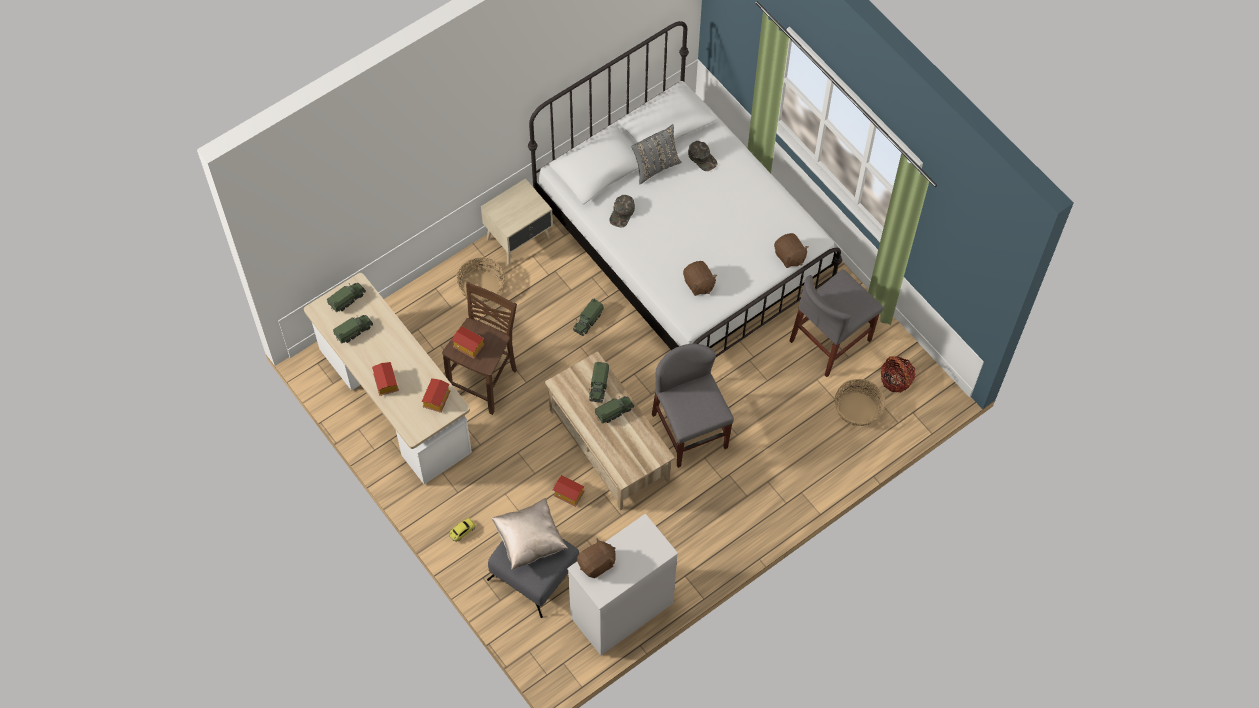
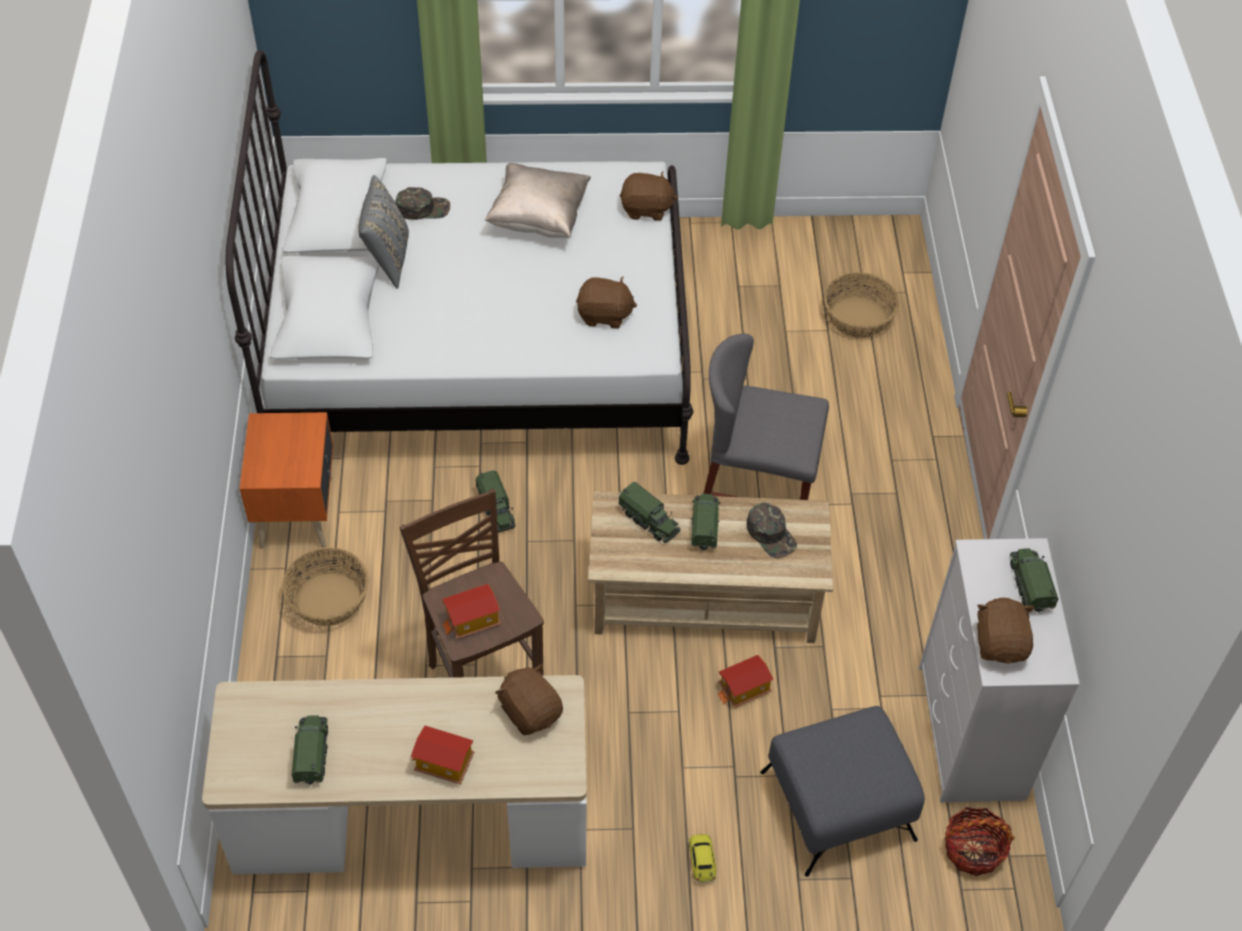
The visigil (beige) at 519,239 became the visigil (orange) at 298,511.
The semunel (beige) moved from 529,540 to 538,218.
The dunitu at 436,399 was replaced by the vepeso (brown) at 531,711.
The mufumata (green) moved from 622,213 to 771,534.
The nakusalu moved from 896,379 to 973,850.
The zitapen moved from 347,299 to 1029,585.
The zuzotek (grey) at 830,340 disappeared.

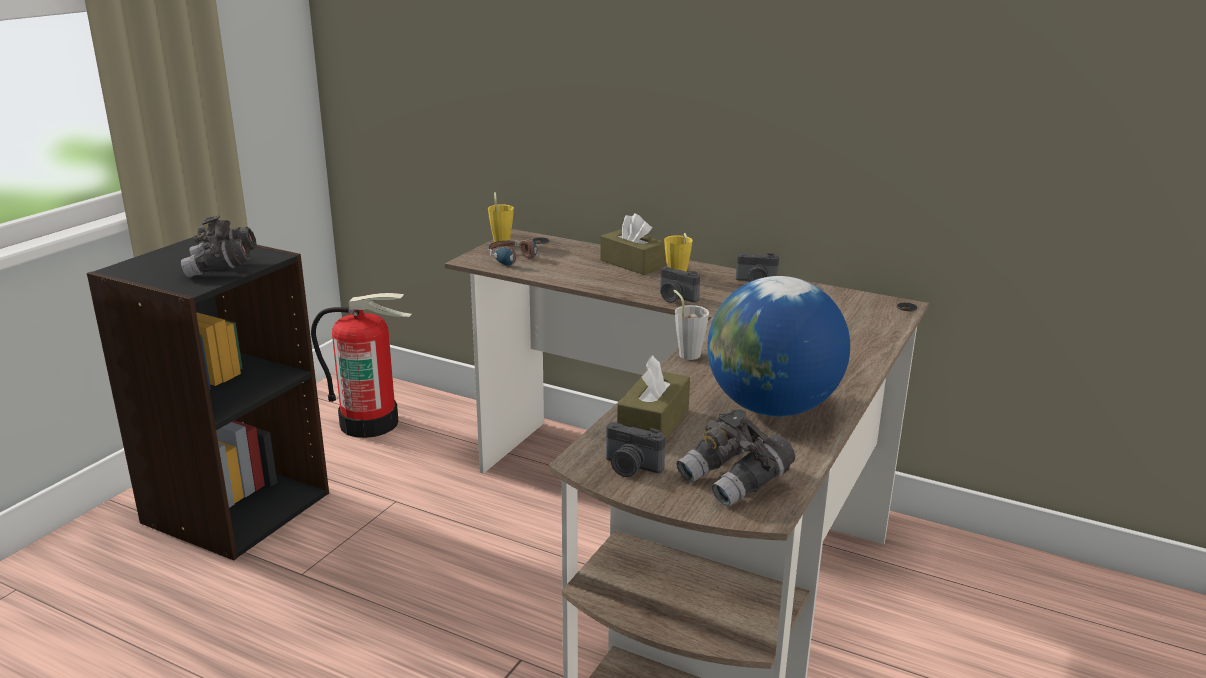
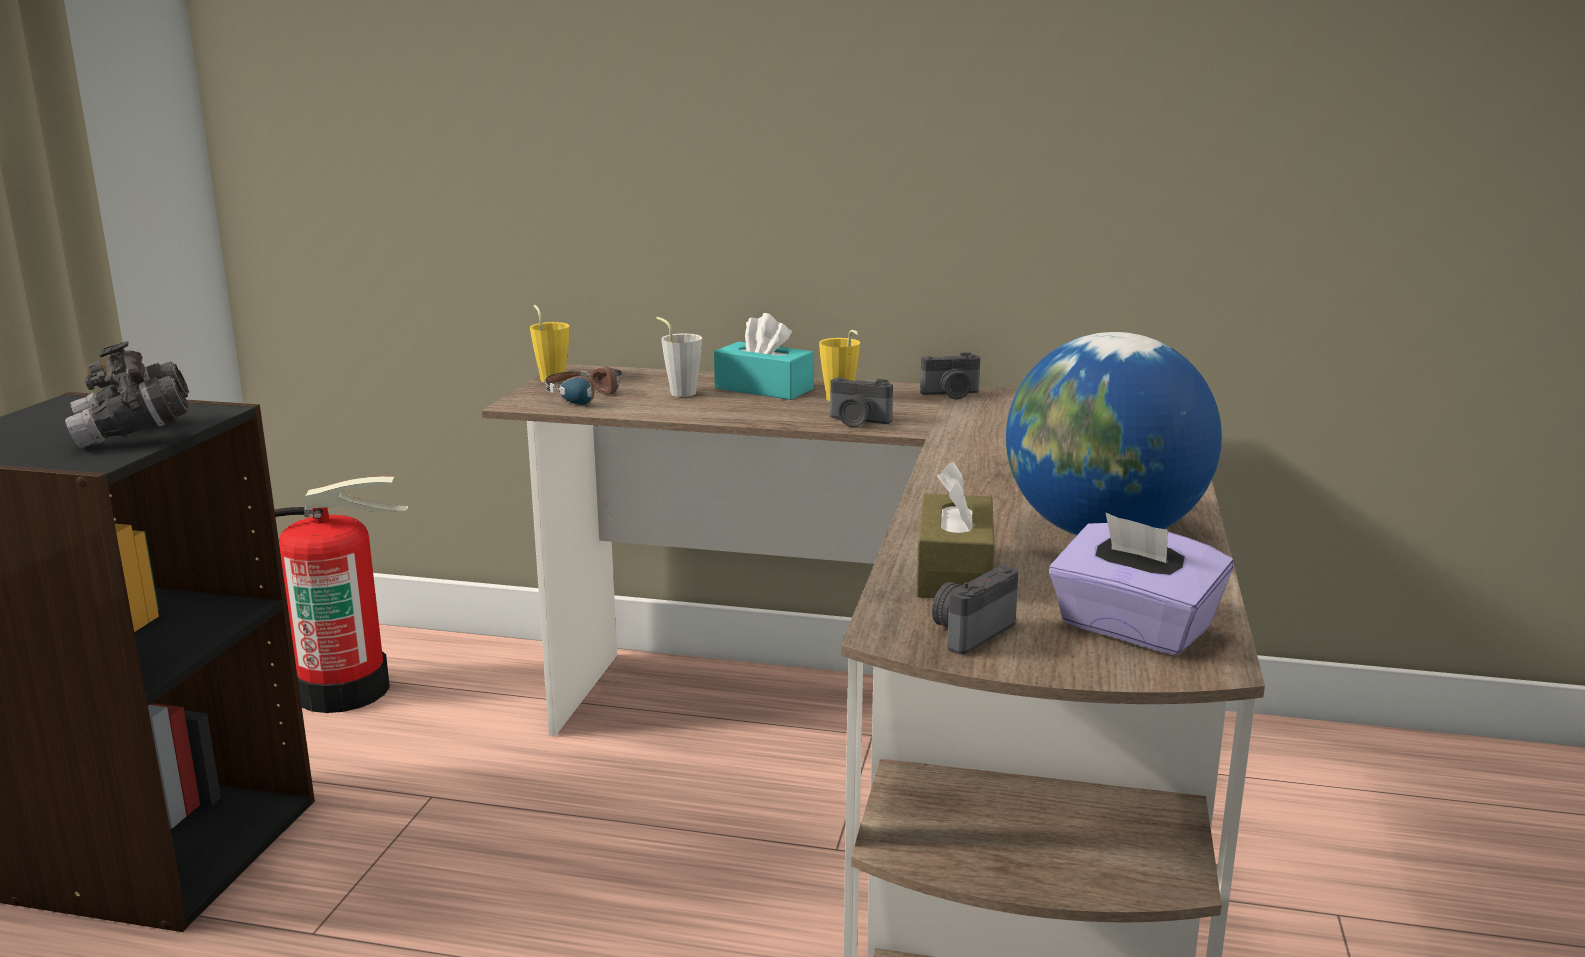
The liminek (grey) moved from 687,353 to 680,392.
The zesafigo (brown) at 632,264 became the zesafigo (turquoise) at 764,388.
The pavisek at 630,467 turned 120 degrees clockwise.
The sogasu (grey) at 734,481 was replaced by the zesafigo (purple) at 1133,629.

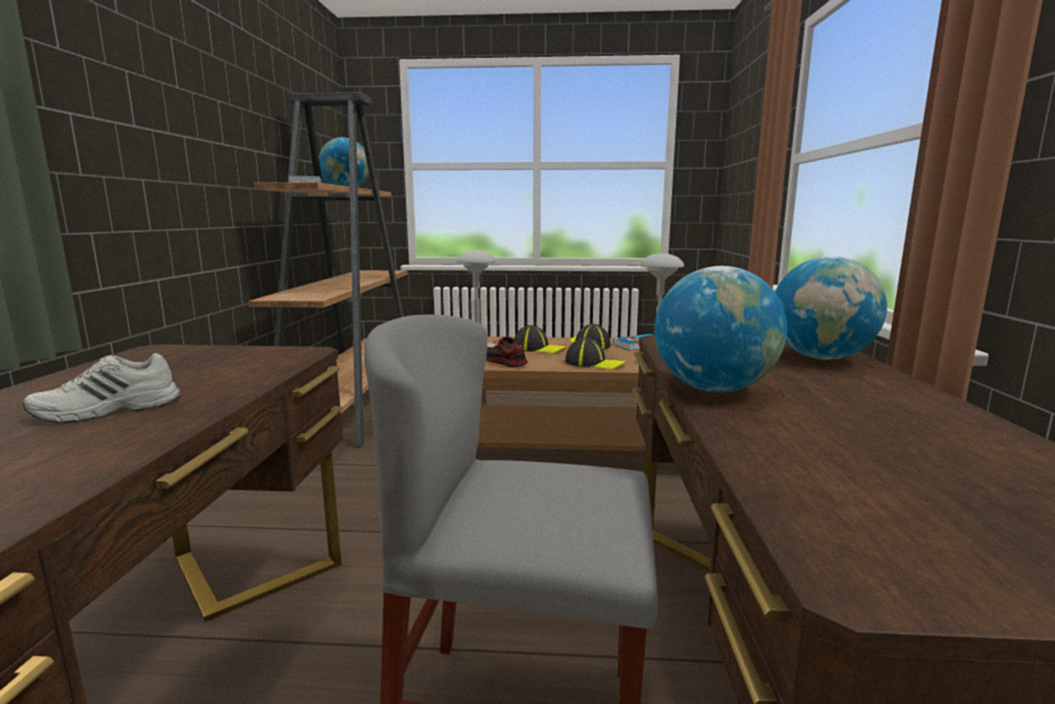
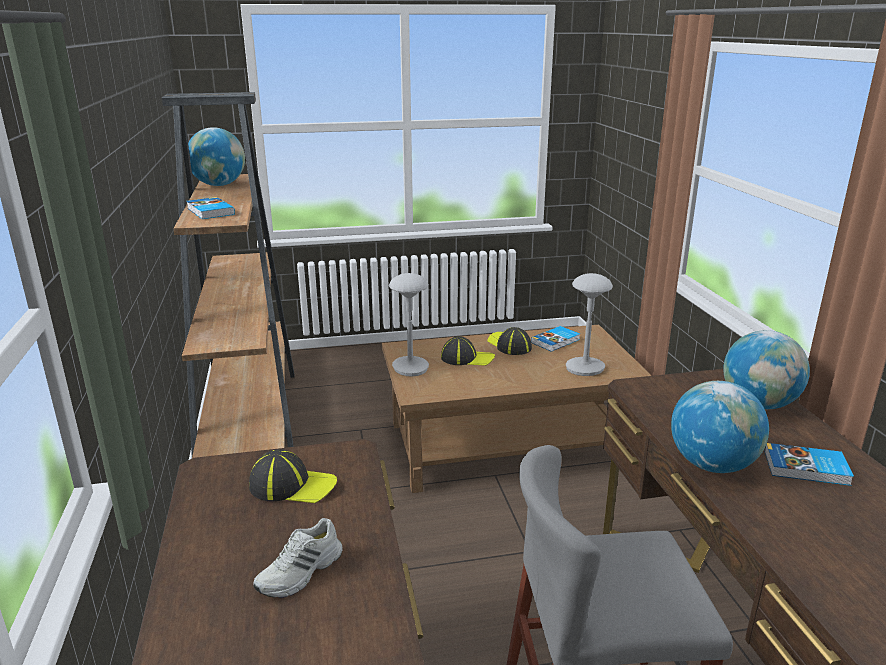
The mufumata moved from 594,363 to 292,485.
The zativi at 807,468 appeared.
The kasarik at 503,362 disappeared.

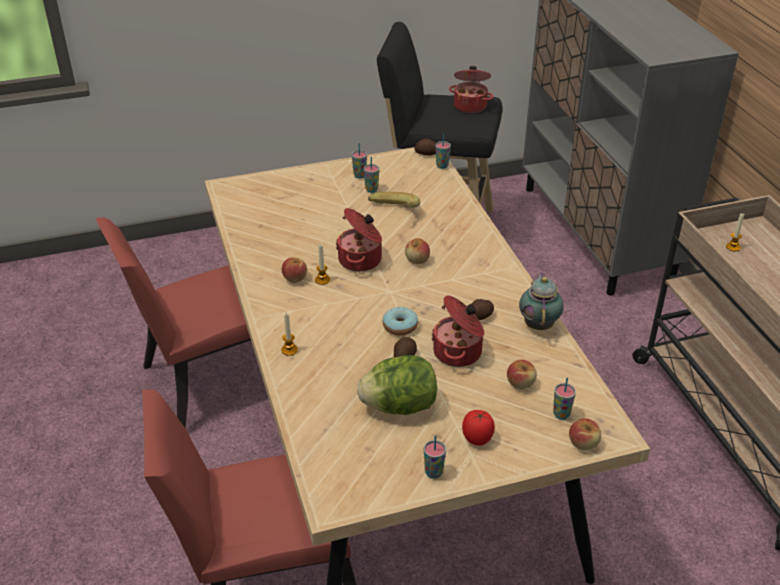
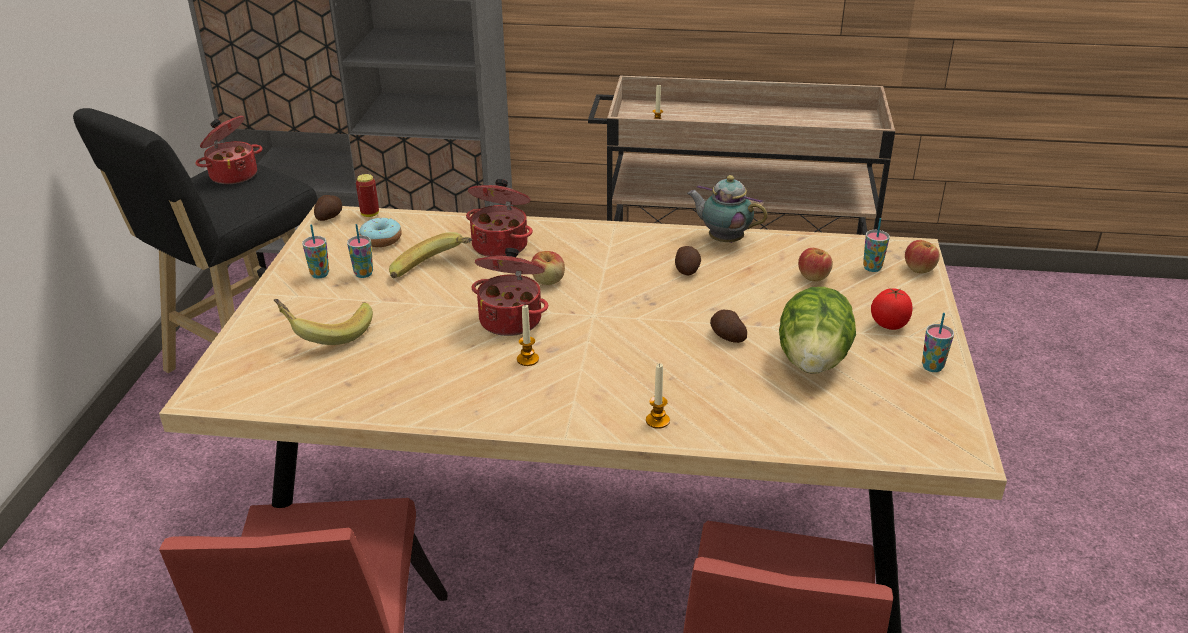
The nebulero at 327,332 appeared.
The liminek at 442,166 was replaced by the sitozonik at 370,214.
The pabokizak moved from 400,326 to 381,239.
The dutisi moved from 459,352 to 501,245.
The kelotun at 294,278 disappeared.

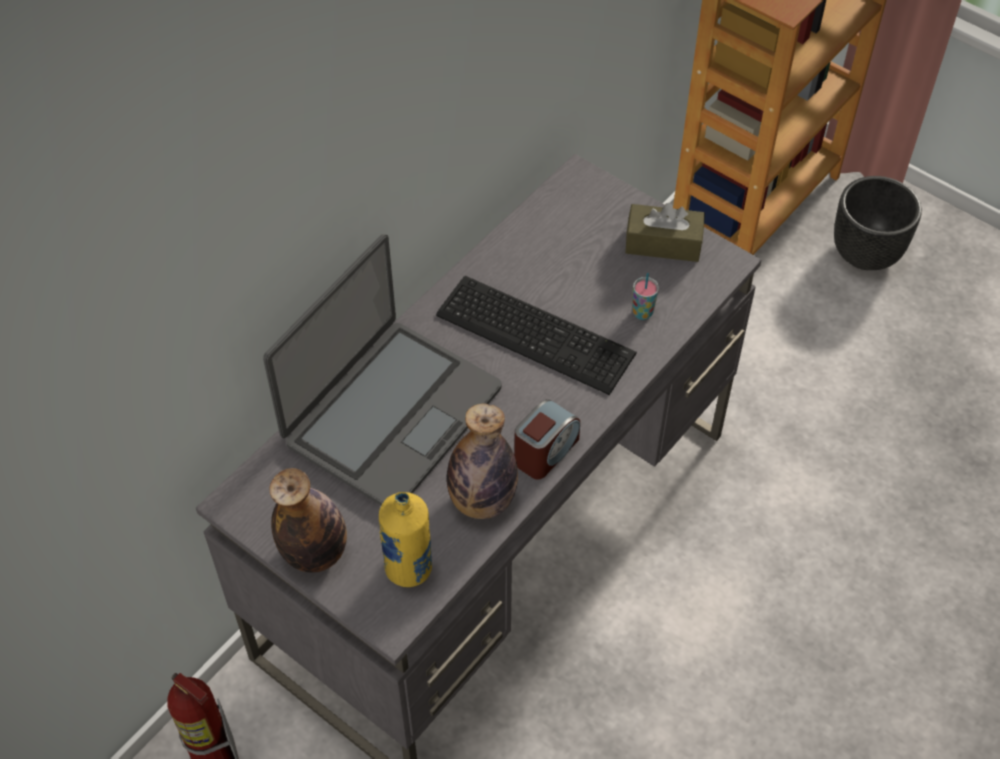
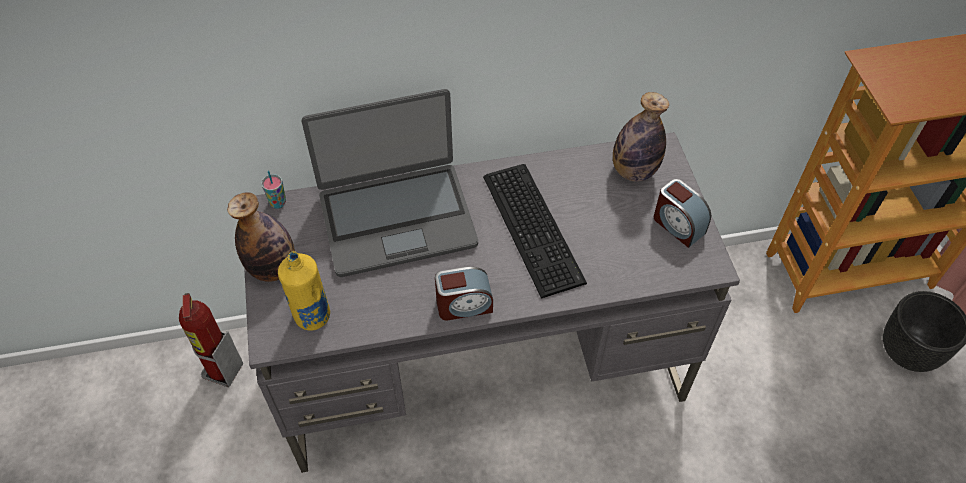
The liminek moved from 642,313 to 278,203.
The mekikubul moved from 482,501 to 633,171.
The zesafigo (brown) at 663,243 was replaced by the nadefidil at 678,225.

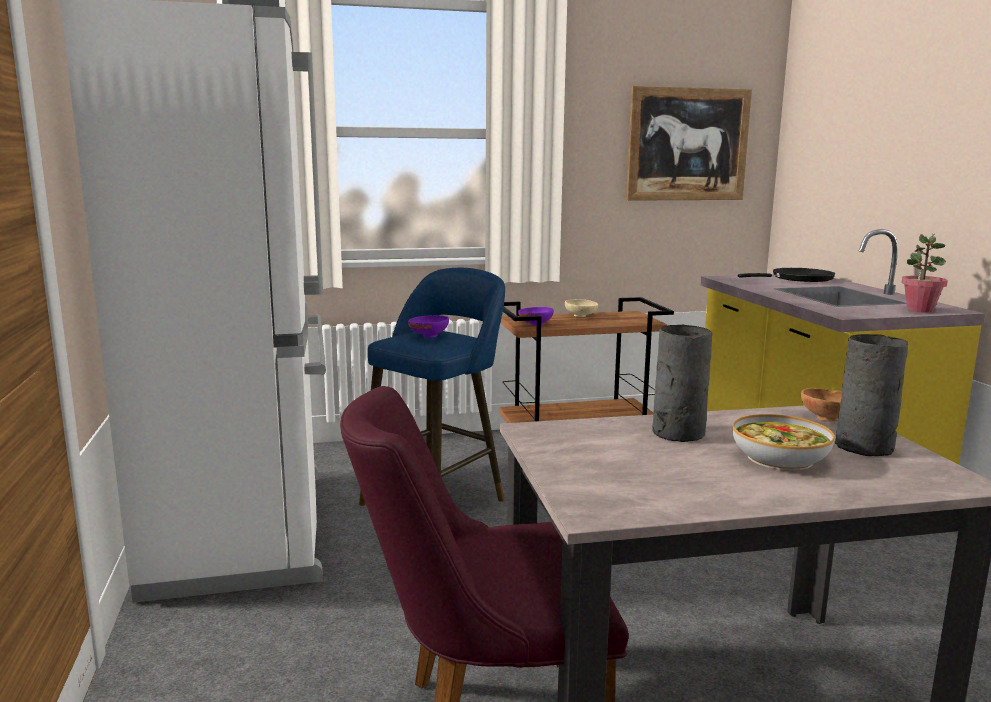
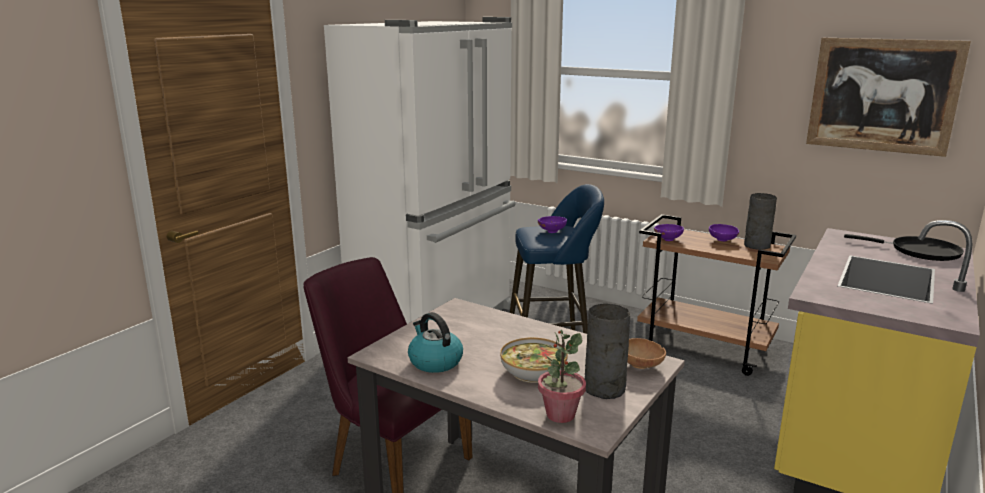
The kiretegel at 434,361 appeared.
The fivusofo moved from 919,310 to 560,414.
The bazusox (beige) at 581,316 became the bazusox (purple) at 722,240.
The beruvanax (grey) moved from 676,433 to 756,245.

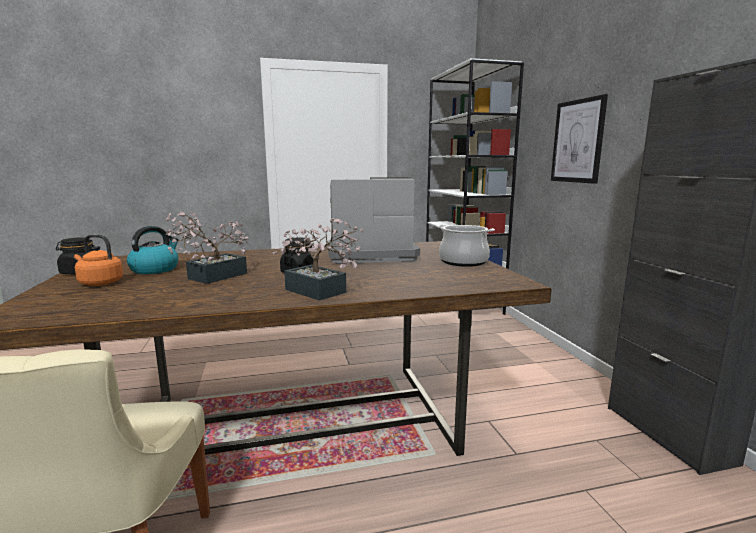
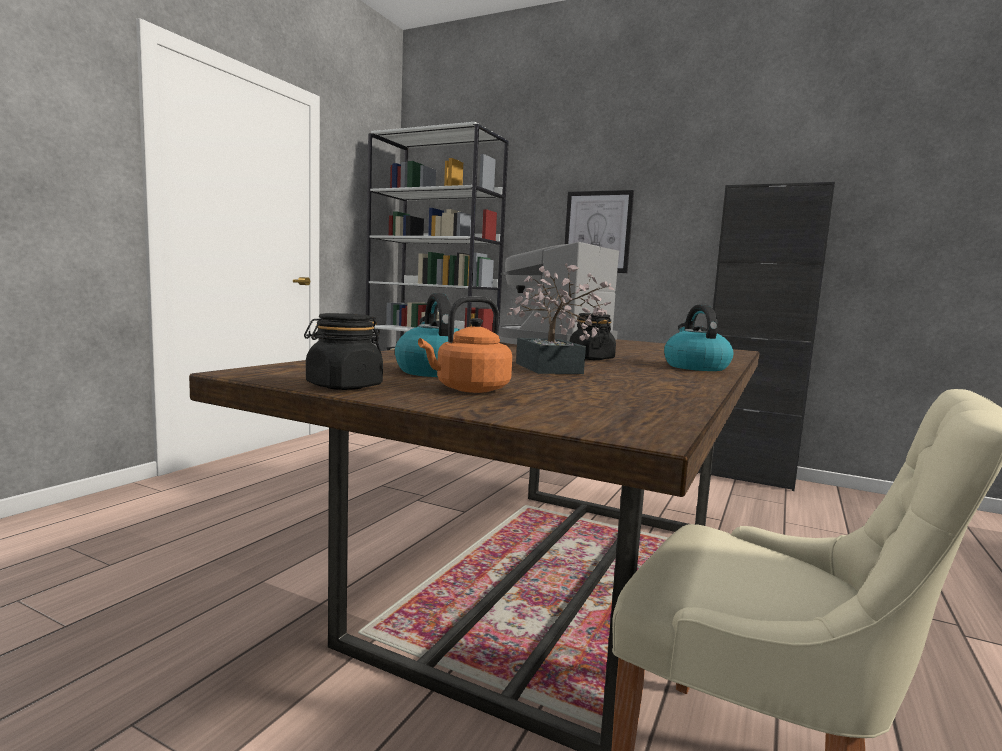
The fivusofo at 319,292 was replaced by the kiretegel at 695,367.
The dutisi at 463,262 disappeared.

